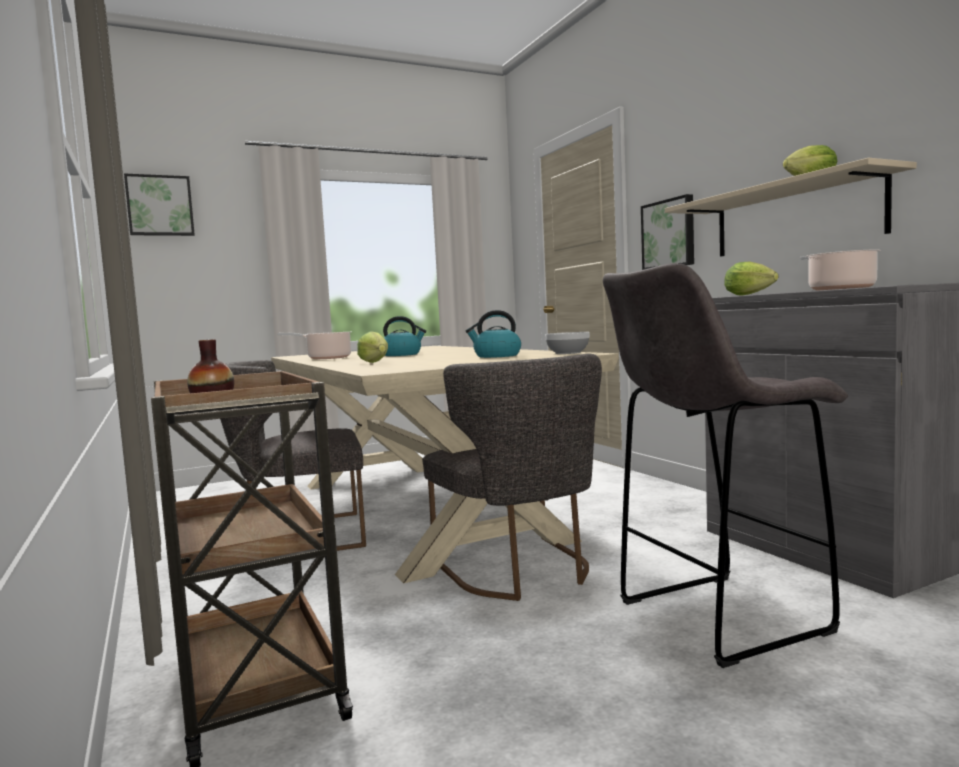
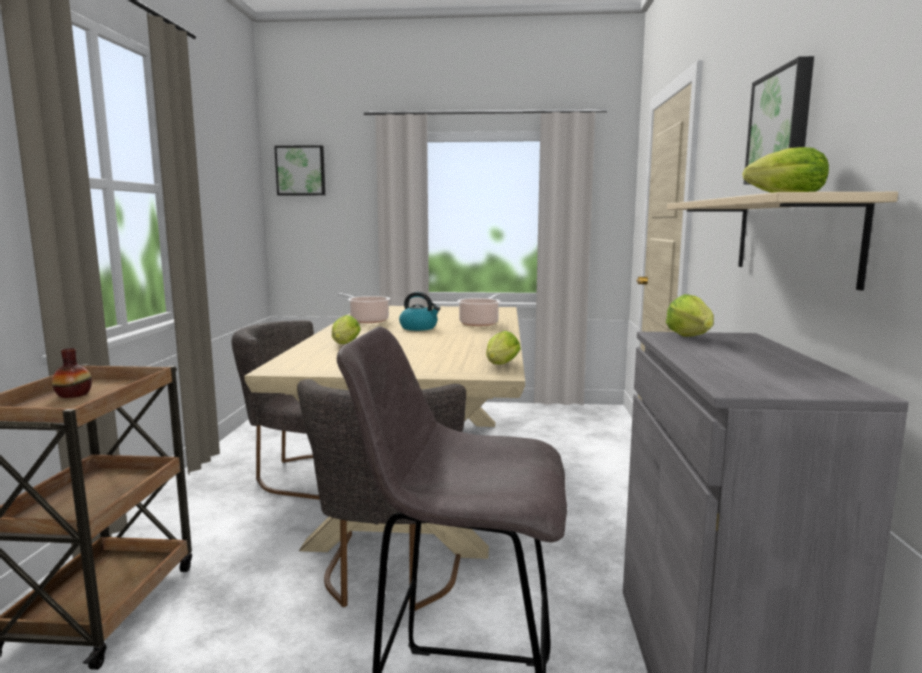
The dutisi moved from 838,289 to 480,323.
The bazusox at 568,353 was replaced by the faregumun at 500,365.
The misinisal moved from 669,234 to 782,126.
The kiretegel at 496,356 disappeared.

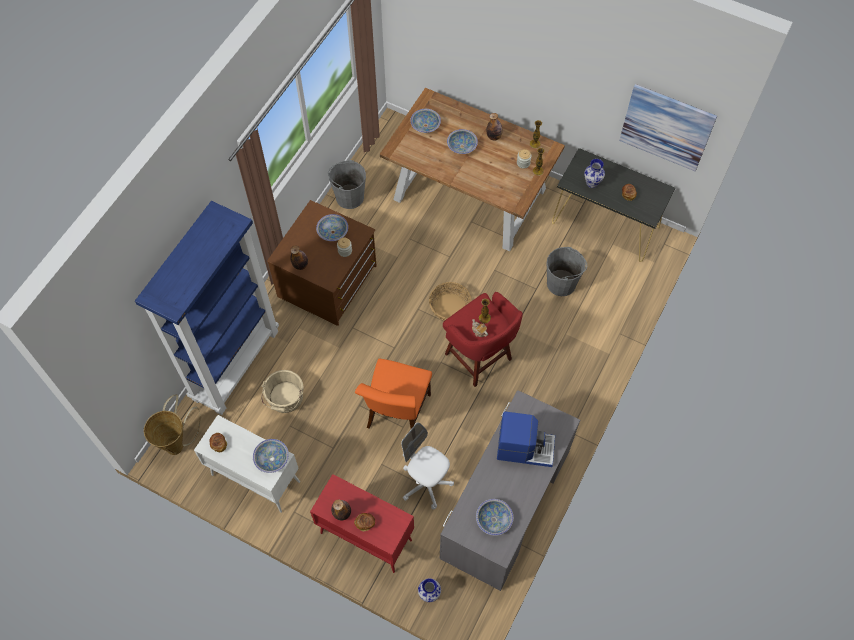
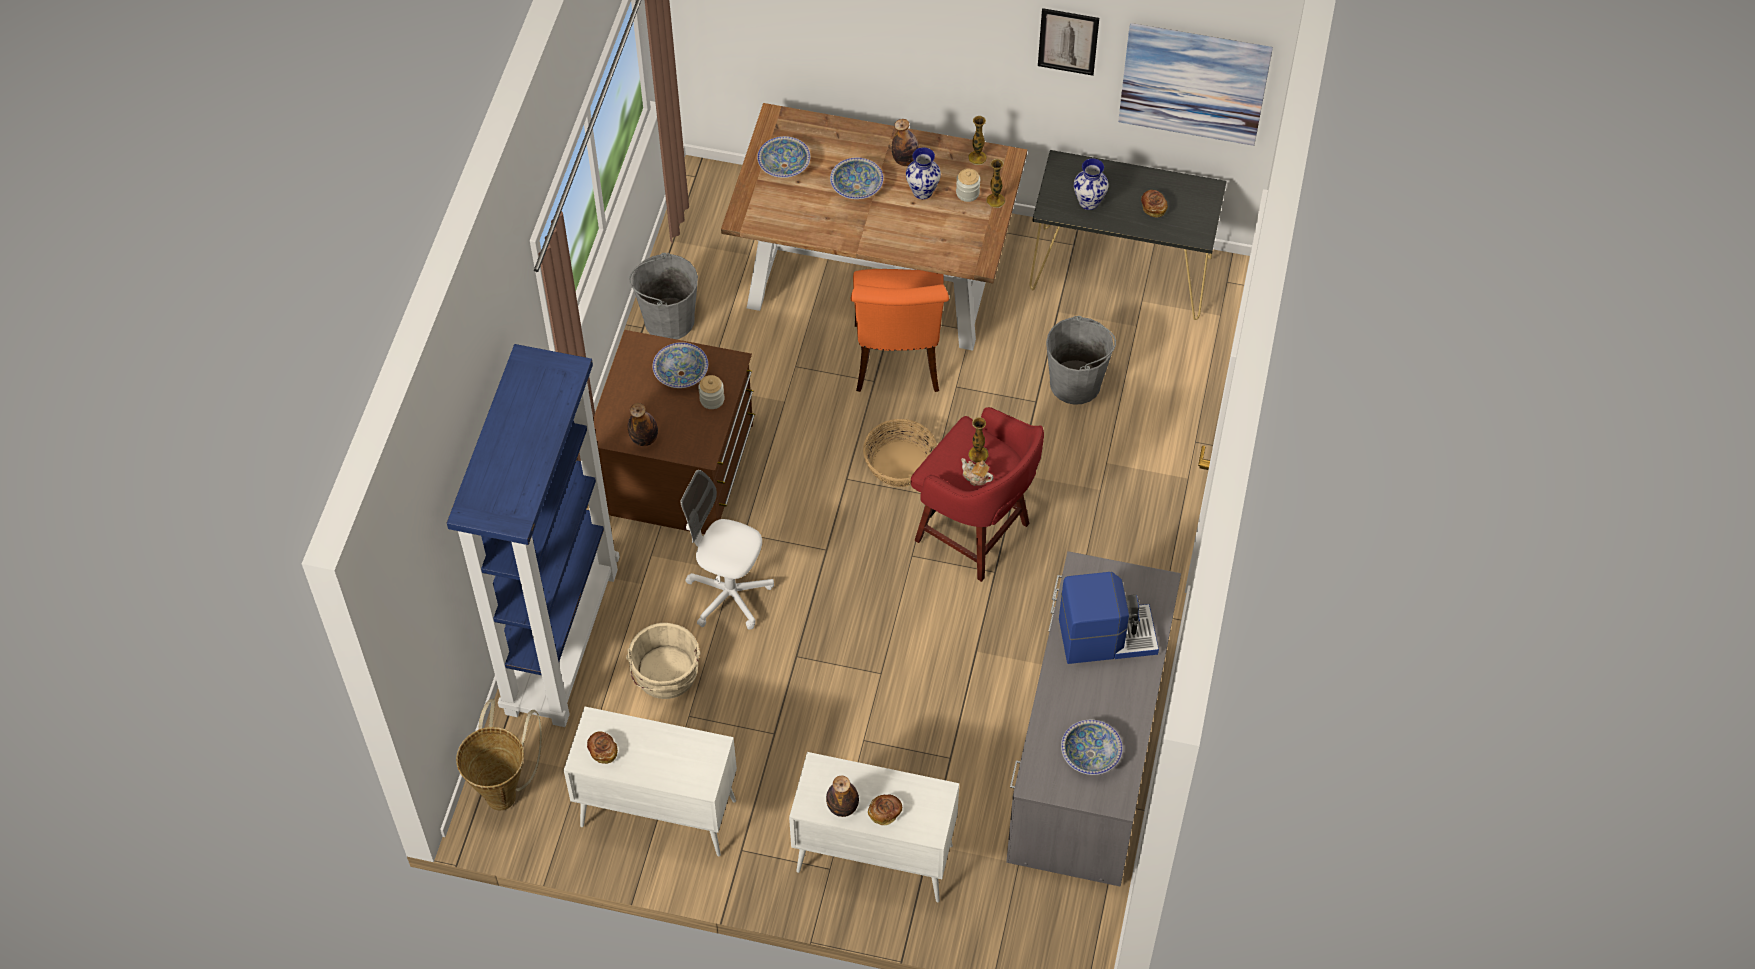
The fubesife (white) moved from 426,483 to 729,595.
The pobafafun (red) at 365,536 became the pobafafun (white) at 873,858.
The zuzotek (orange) moved from 397,415 to 898,363.
The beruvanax moved from 429,594 to 923,191.
The misinisal at 1068,41 appeared.
The bazusox at 272,459 disappeared.

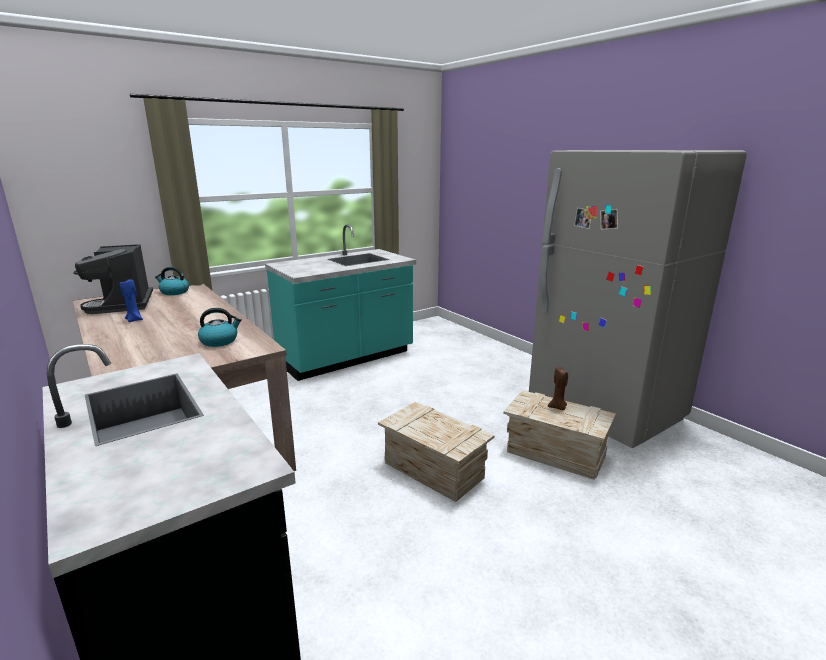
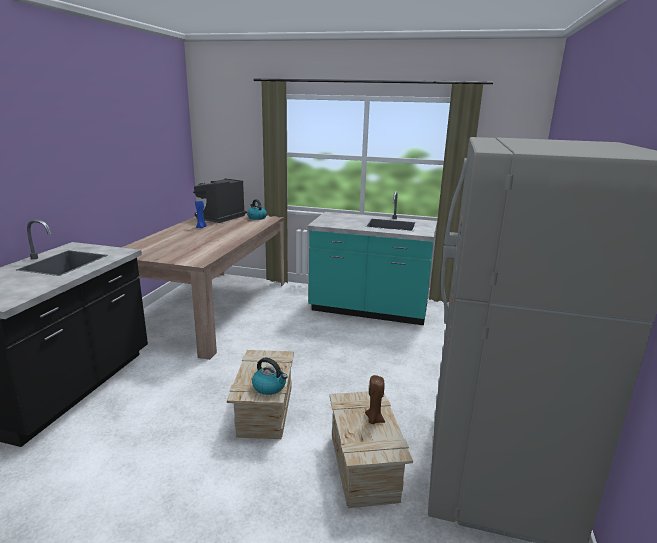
The kiretegel moved from 220,341 to 270,387.

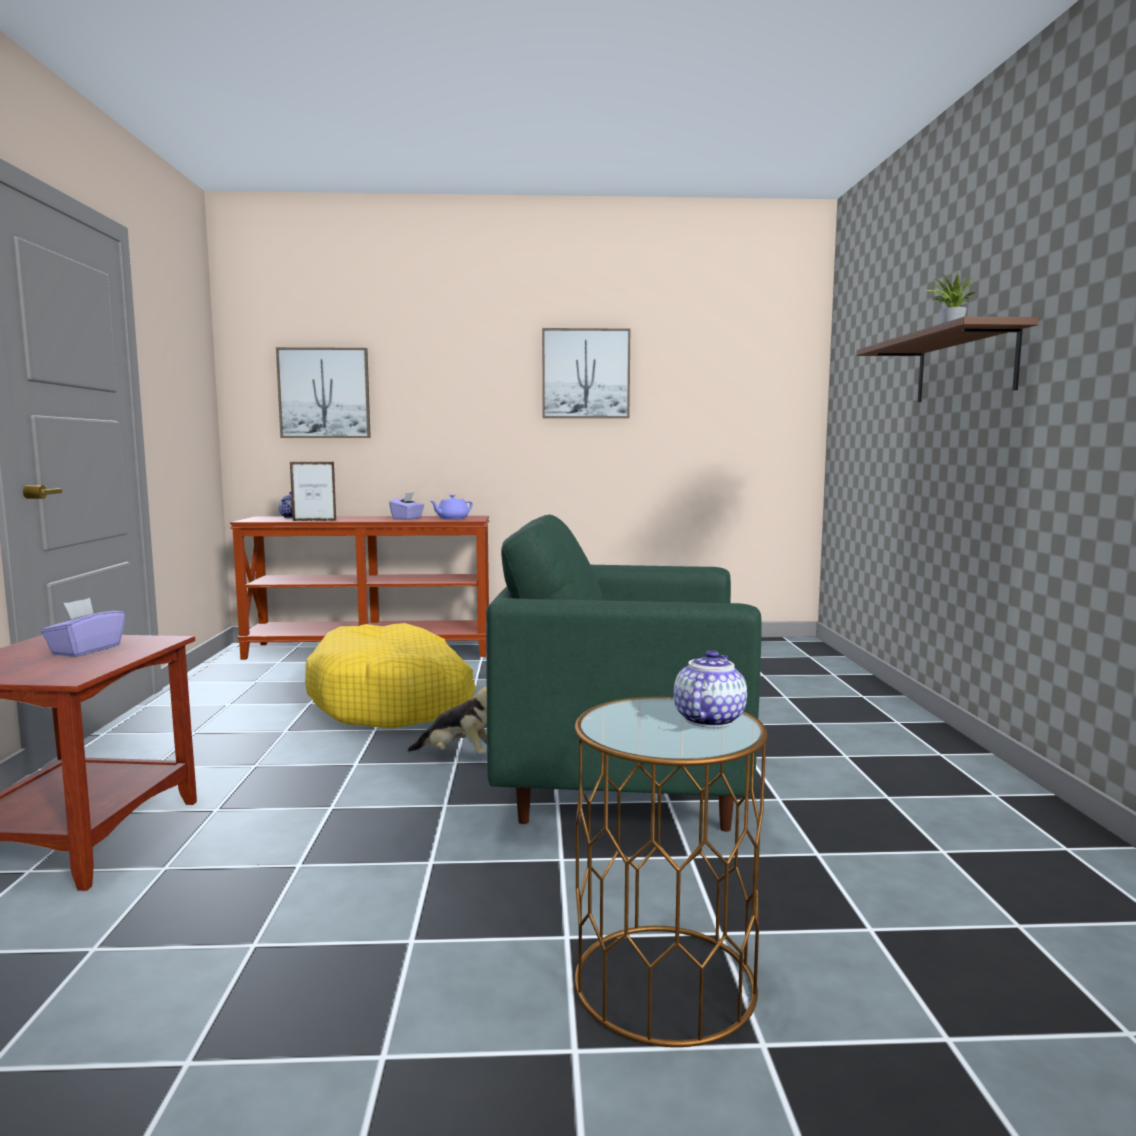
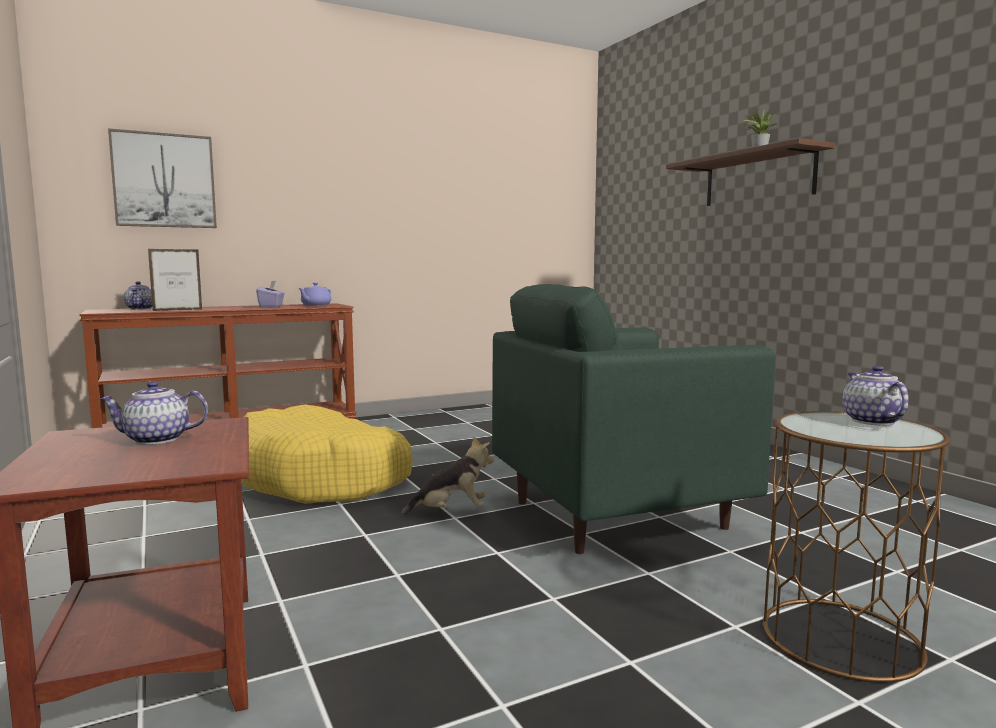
The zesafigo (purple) at 86,650 was replaced by the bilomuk at 156,440.
The misinisal at 585,374 disappeared.

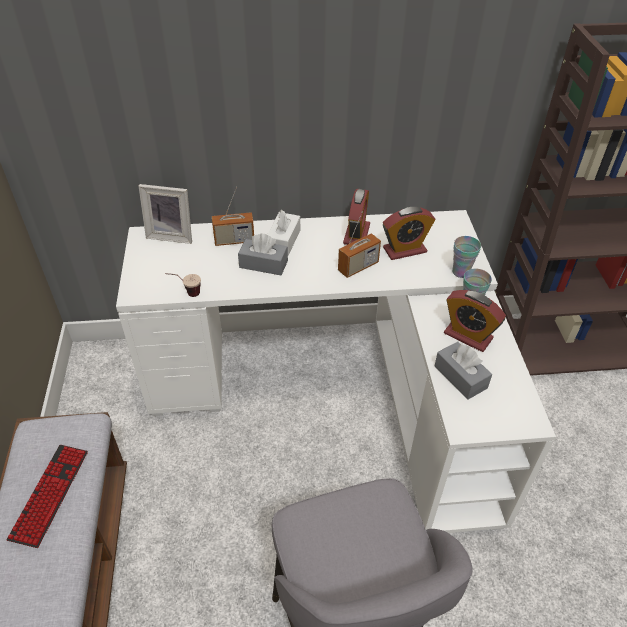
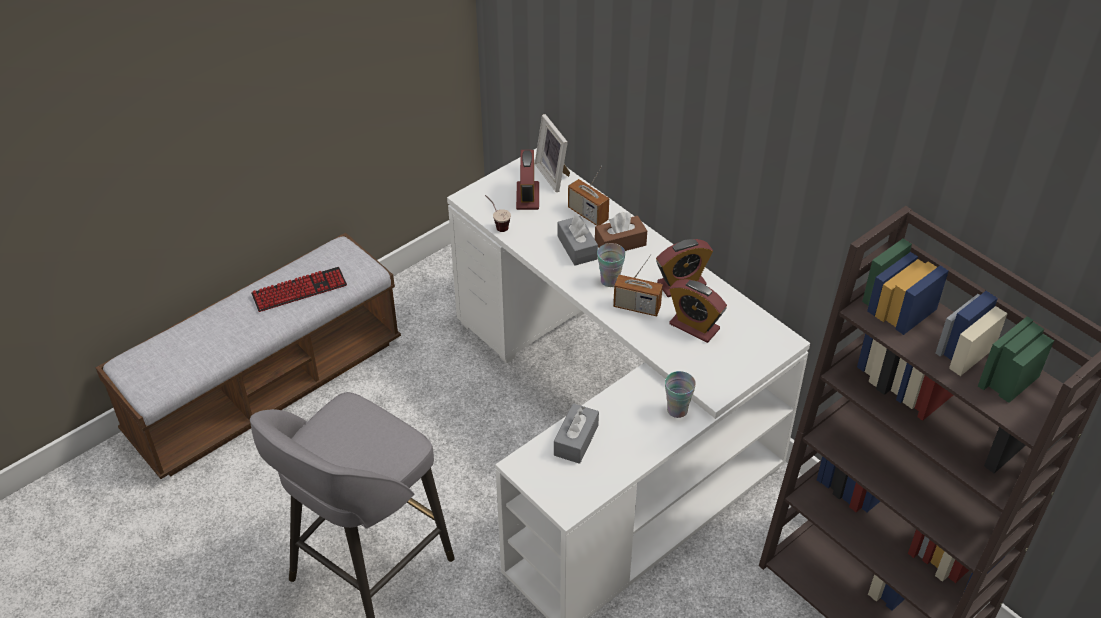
The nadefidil moved from 468,336 to 527,196.
The zesafigo (white) at 283,240 became the zesafigo (brown) at 620,243.
The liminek moved from 461,272 to 610,280.

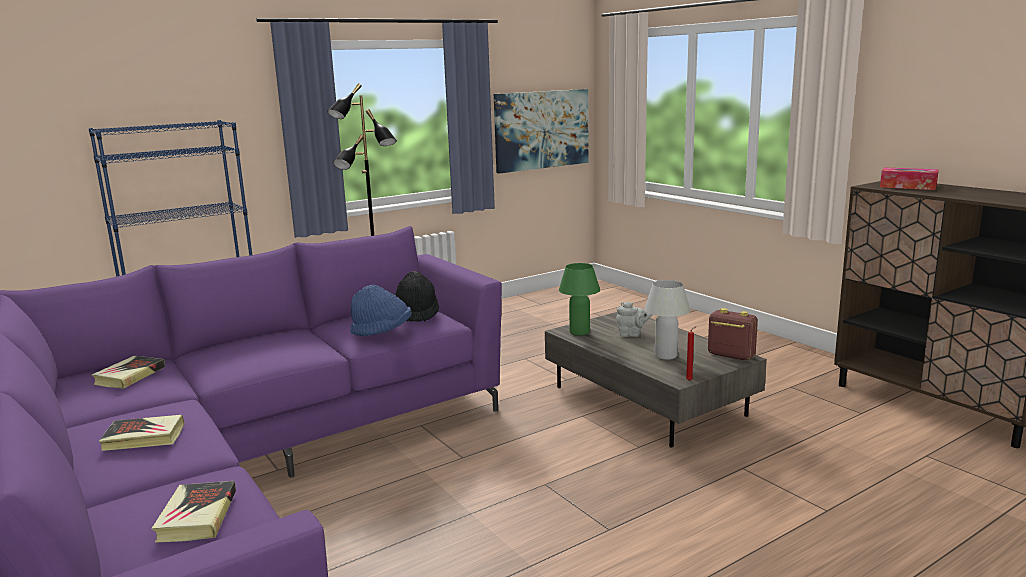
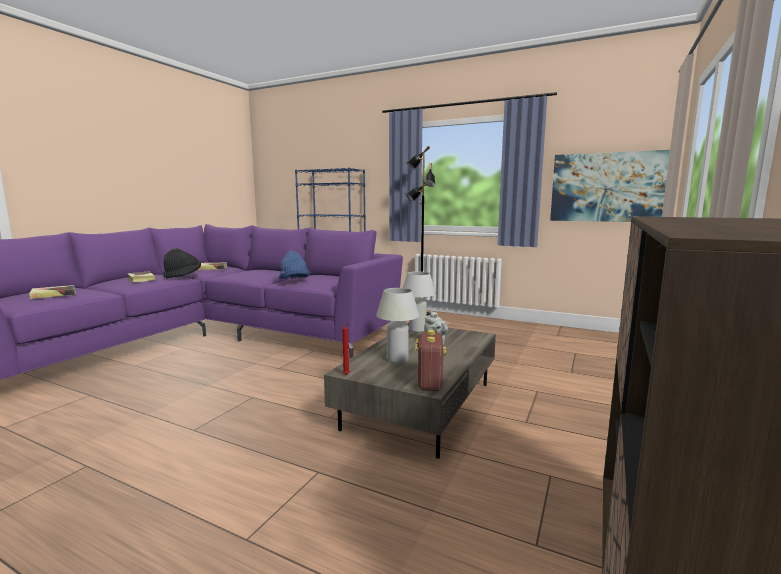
The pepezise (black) moved from 416,313 to 183,276.
The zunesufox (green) at 579,332 became the zunesufox (white) at 417,330.
The zesafigo at 908,186 disappeared.

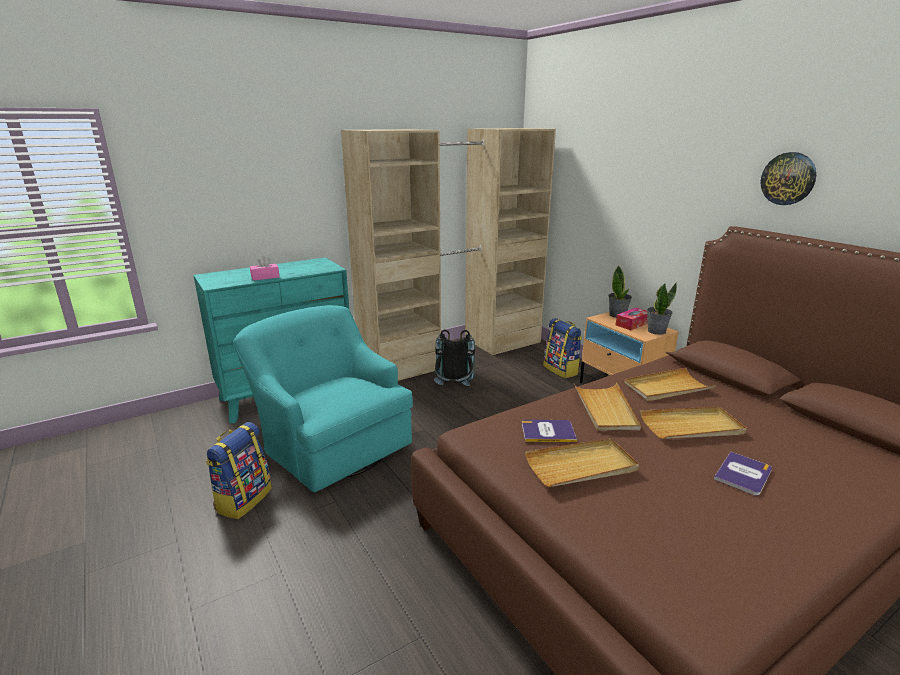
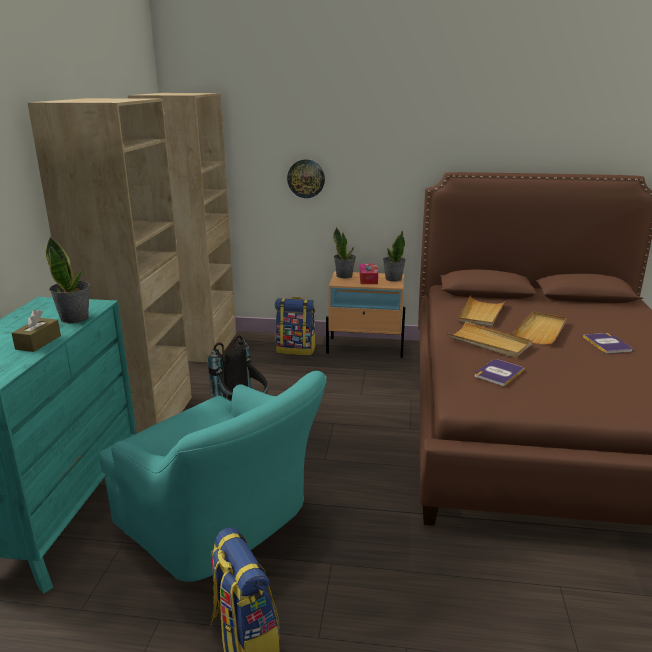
The zesafigo (pink) at 265,277 became the zesafigo (brown) at 38,342.
The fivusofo at 75,318 appeared.
The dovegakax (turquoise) at 331,443 turned 135 degrees counterclockwise.
The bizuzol moved from 788,178 to 306,178.
The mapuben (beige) at 581,466 disappeared.

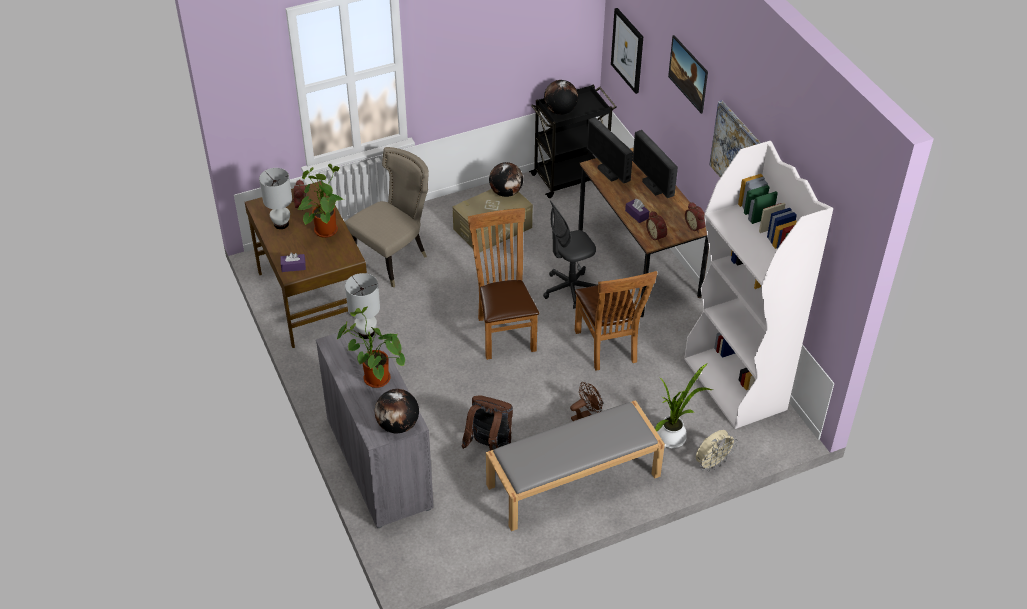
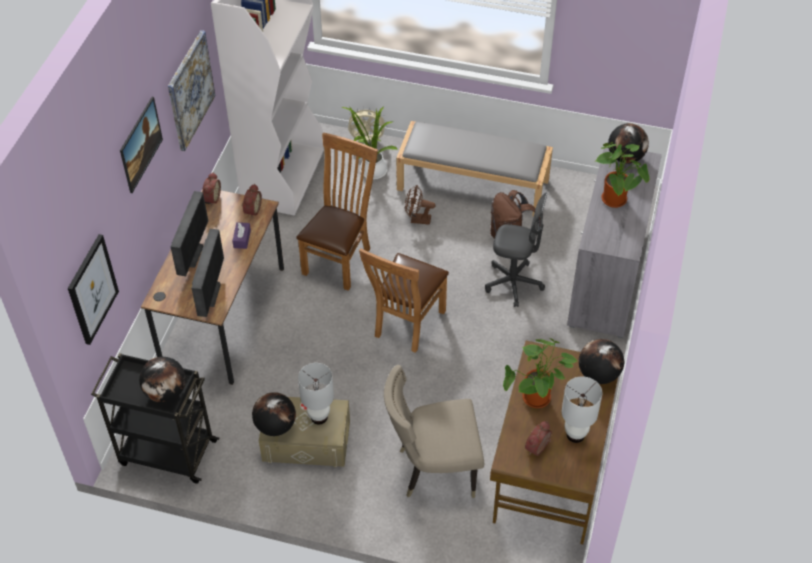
The zunesufox (white) moved from 366,333 to 319,417.
The fubesife (grey) moved from 570,289 to 513,283.
The zesafigo (purple) at 293,266 was replaced by the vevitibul at 598,374.

